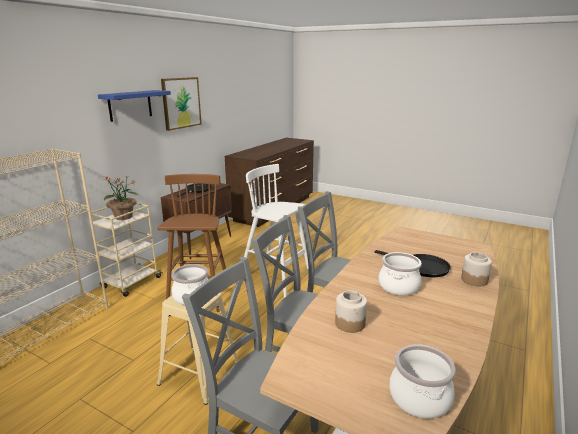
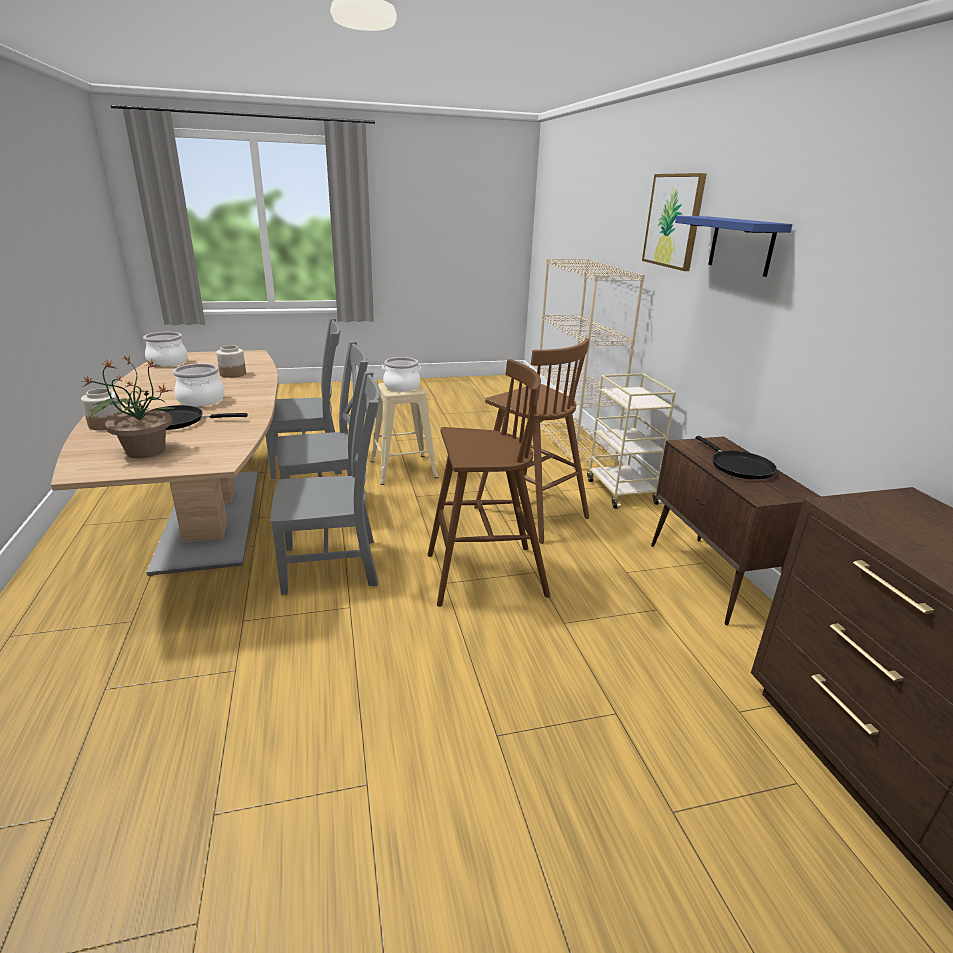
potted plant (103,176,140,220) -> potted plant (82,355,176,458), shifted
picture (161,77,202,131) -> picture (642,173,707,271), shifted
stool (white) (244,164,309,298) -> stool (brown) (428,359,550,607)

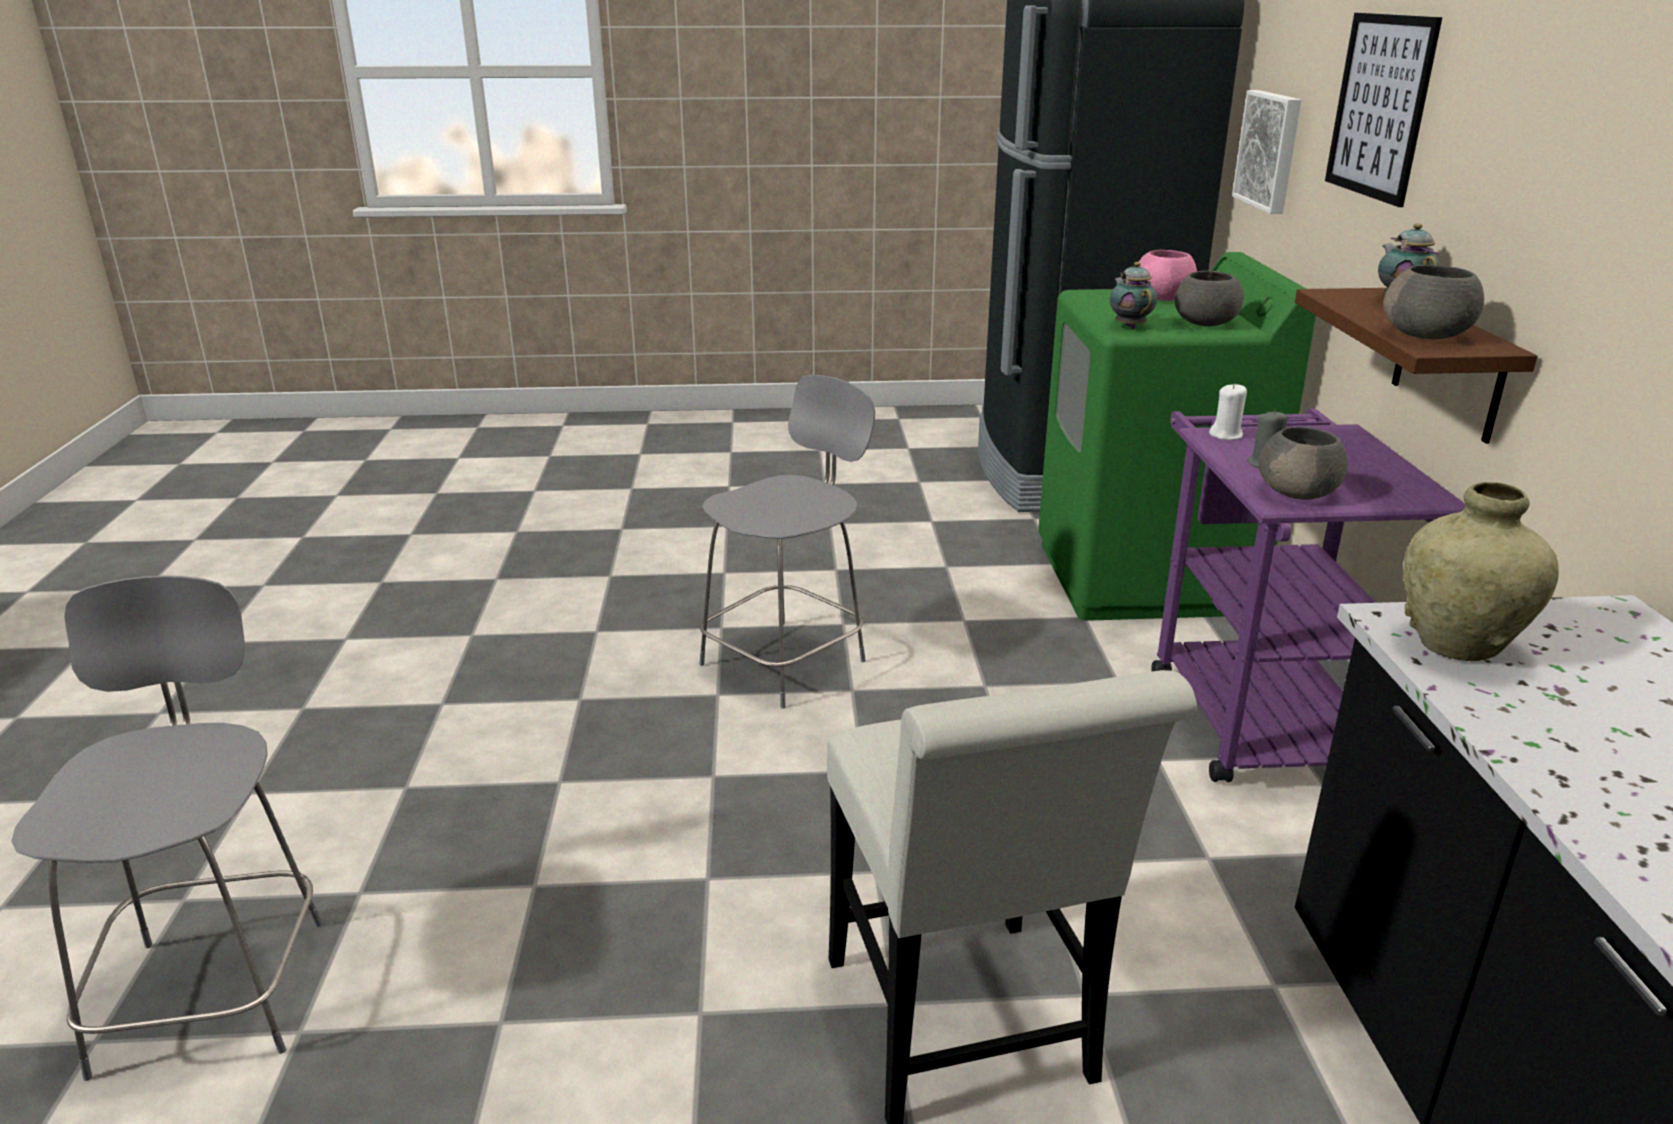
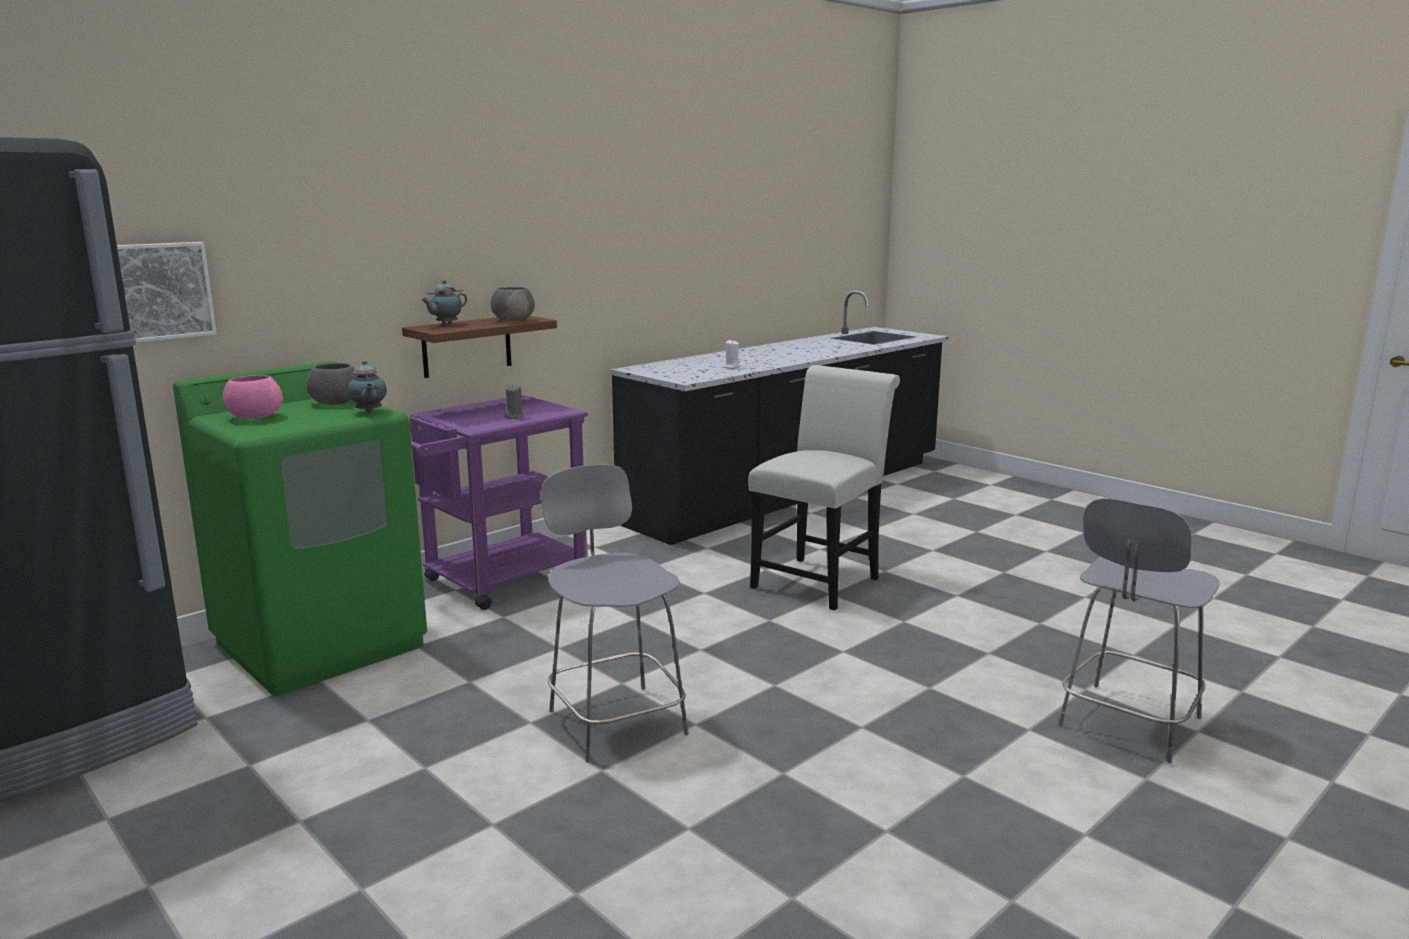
chair (grey) (699,375,875,709) -> chair (grey) (541,464,689,762), 60 degrees clockwise
teapot (1110,262,1157,329) -> teapot (348,360,387,413), 60 degrees counterclockwise
candle (white) (1209,383,1247,440) -> candle (white) (723,340,741,369), shifted
bowl (grey) (1258,427,1348,500) -> none
picture (1325,13,1442,207) -> none
vase (beige) (1403,482,1559,661) -> none

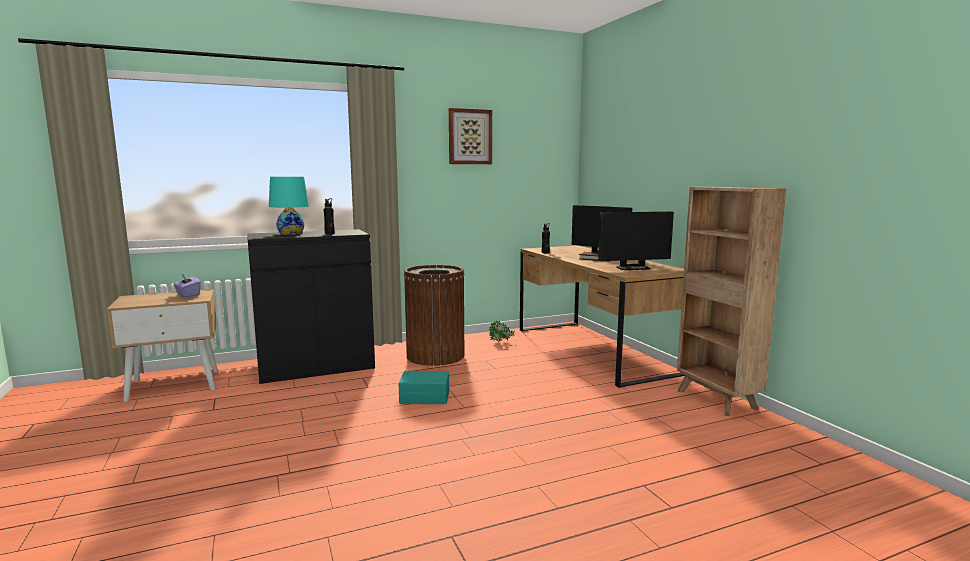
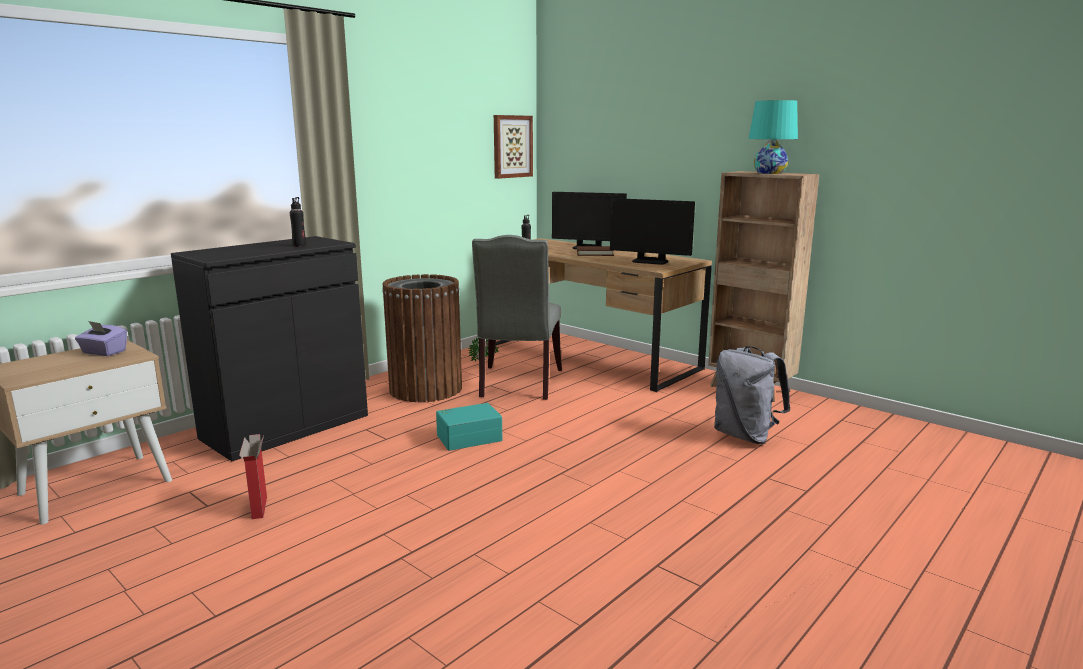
table lamp (turquoise) (269,177,309,235) -> table lamp (turquoise) (749,100,798,174), shifted
picture (449,108,492,164) -> picture (494,115,533,179), shifted
monitor (598,211,674,270) -> monitor (610,198,695,265), 60 degrees clockwise
none -> cardboard box (239,434,267,519)
none -> chair (grey) (472,235,562,400)
none -> backpack (grey) (714,346,790,444)

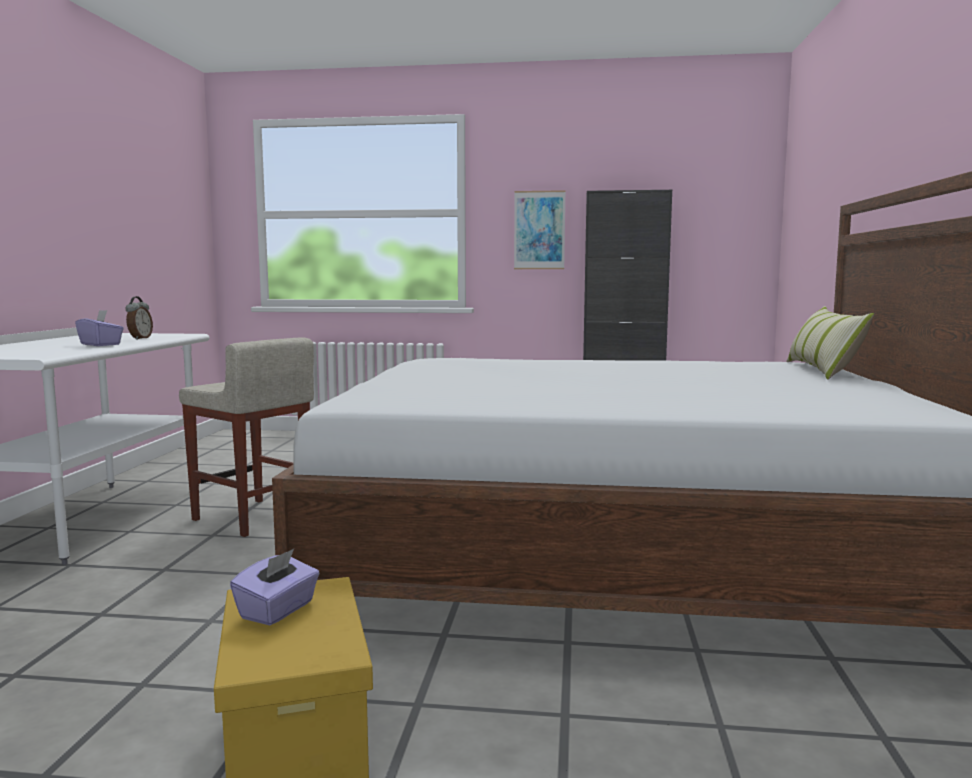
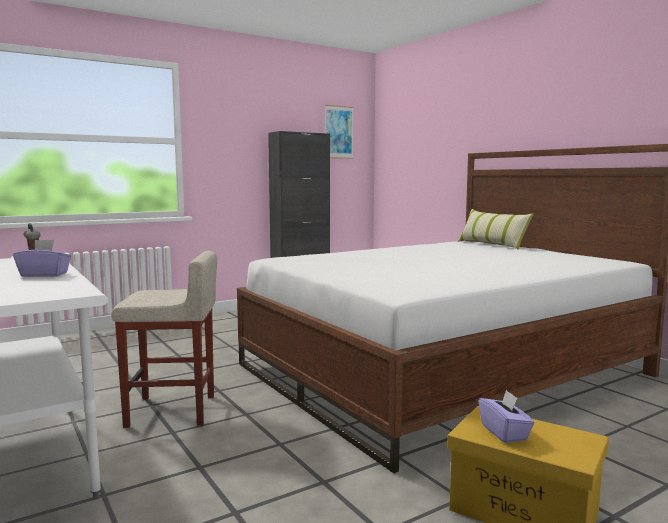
picture (514,190,565,269) -> picture (325,105,354,159), shifted

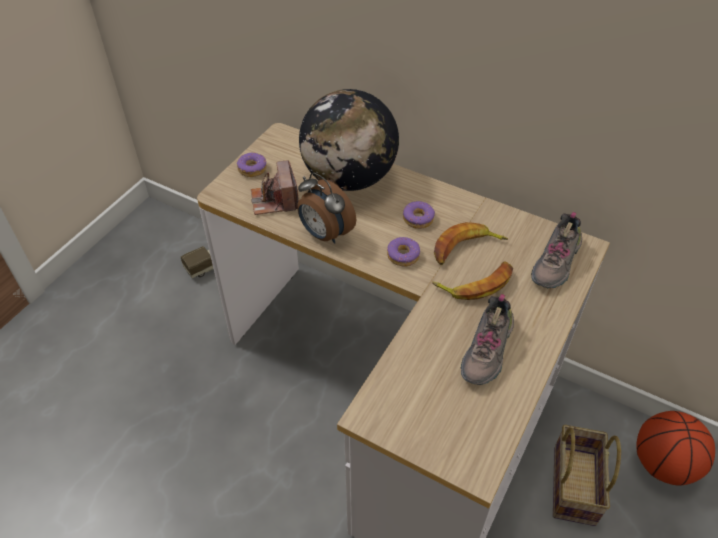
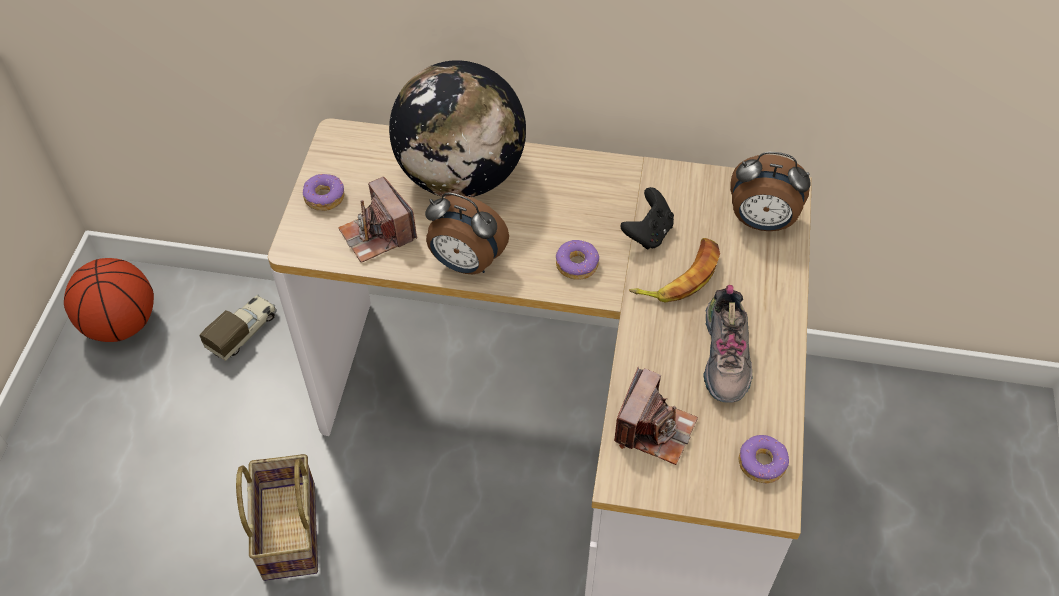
donut (403,201,435,229) -> donut (739,435,789,483), shifted
banana (434,222,508,265) -> game controller (black) (620,187,674,250)
shoe (531,212,582,289) -> alarm clock (730,152,811,231)
basket (553,425,621,526) -> basket (236,454,318,581), shifted
basketball (637,411,715,486) -> basketball (64,258,154,342), shifted
none -> photo camera (614,367,698,465)

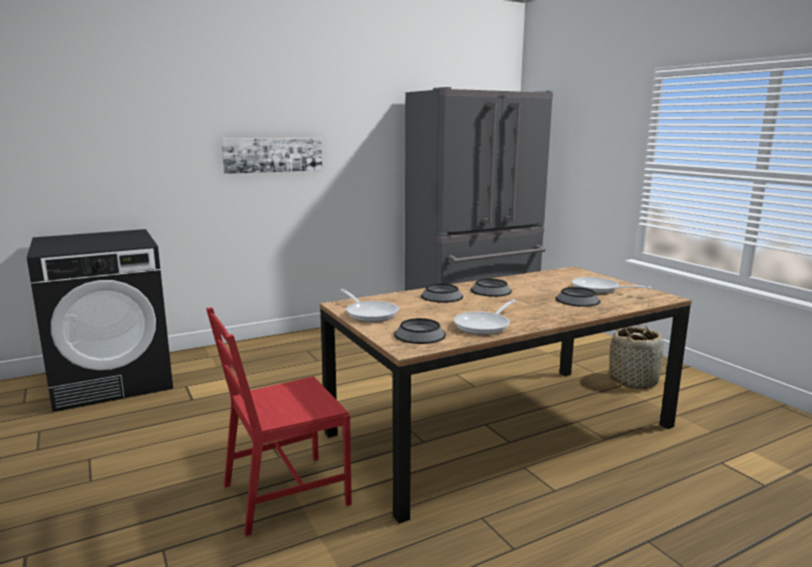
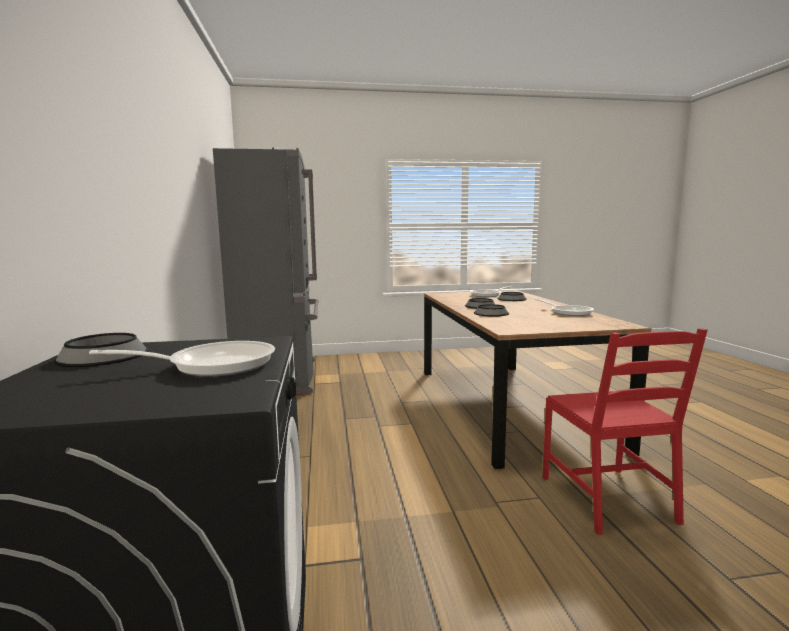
picture (221,137,322,174) -> none
frying pan (341,289,399,322) -> frying pan (89,341,275,377), shifted
bowl (394,318,446,344) -> bowl (54,333,149,367), shifted
basket (609,324,663,389) -> none

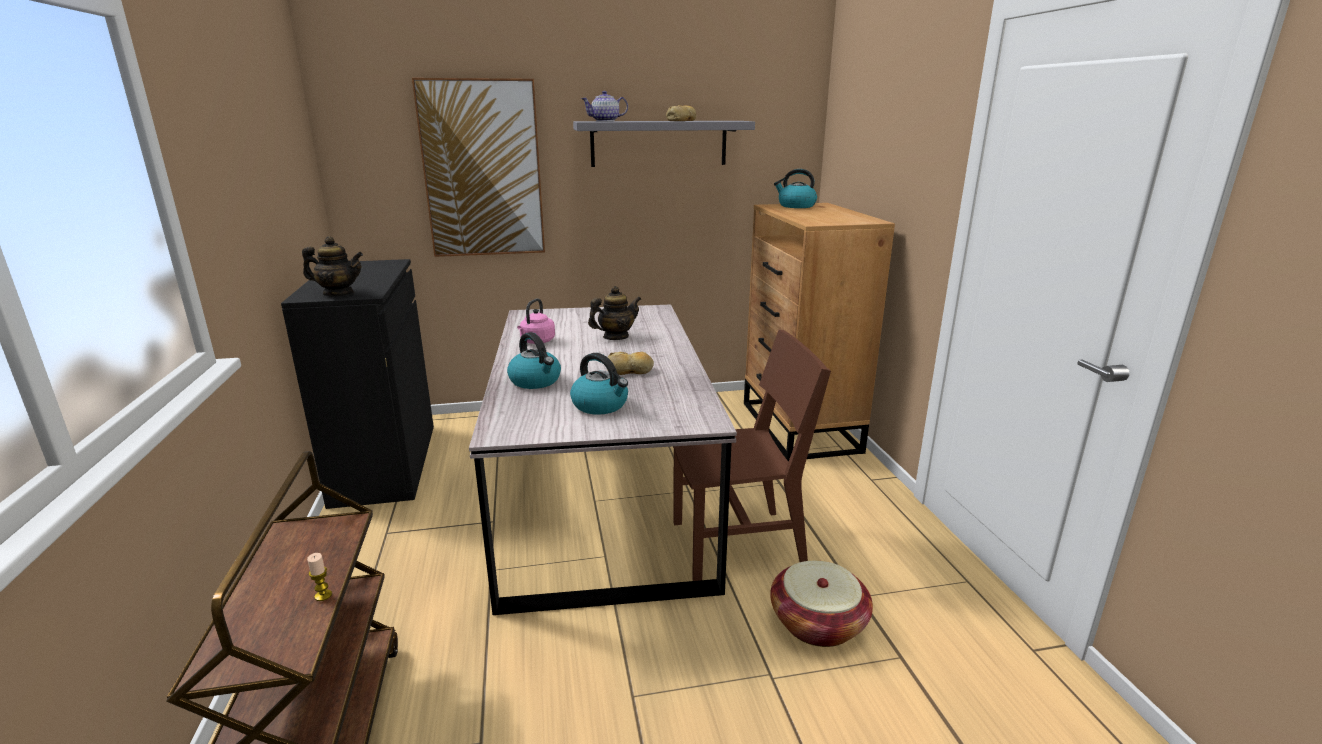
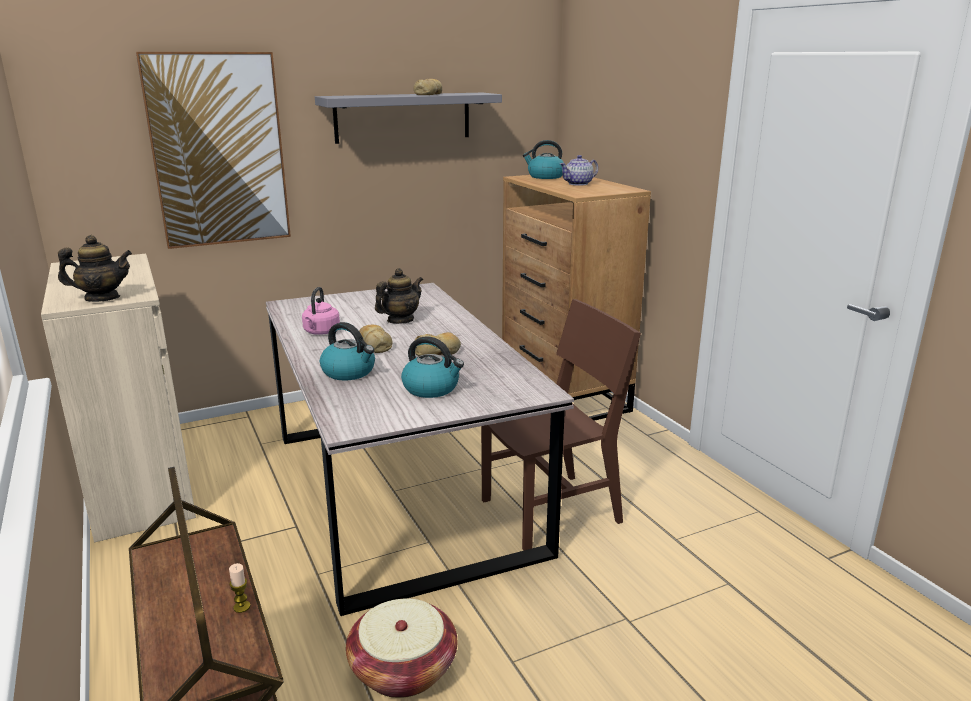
cabinet (black) (281,259,434,509) -> cabinet (beige) (41,254,196,542)
teapot (581,91,628,121) -> teapot (560,155,598,186), shifted
basket (770,561,873,647) -> basket (346,598,457,698), shifted
none -> bread (359,325,392,353)

